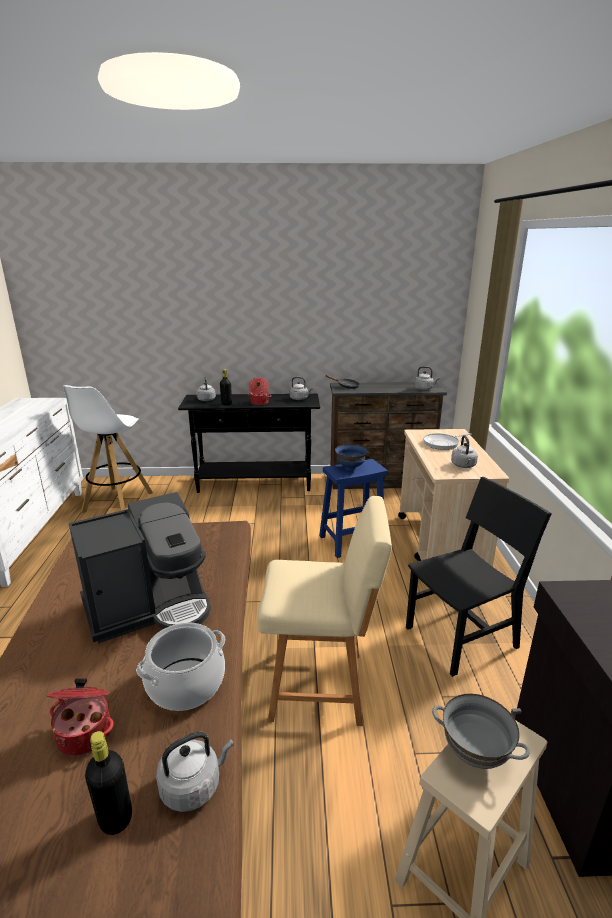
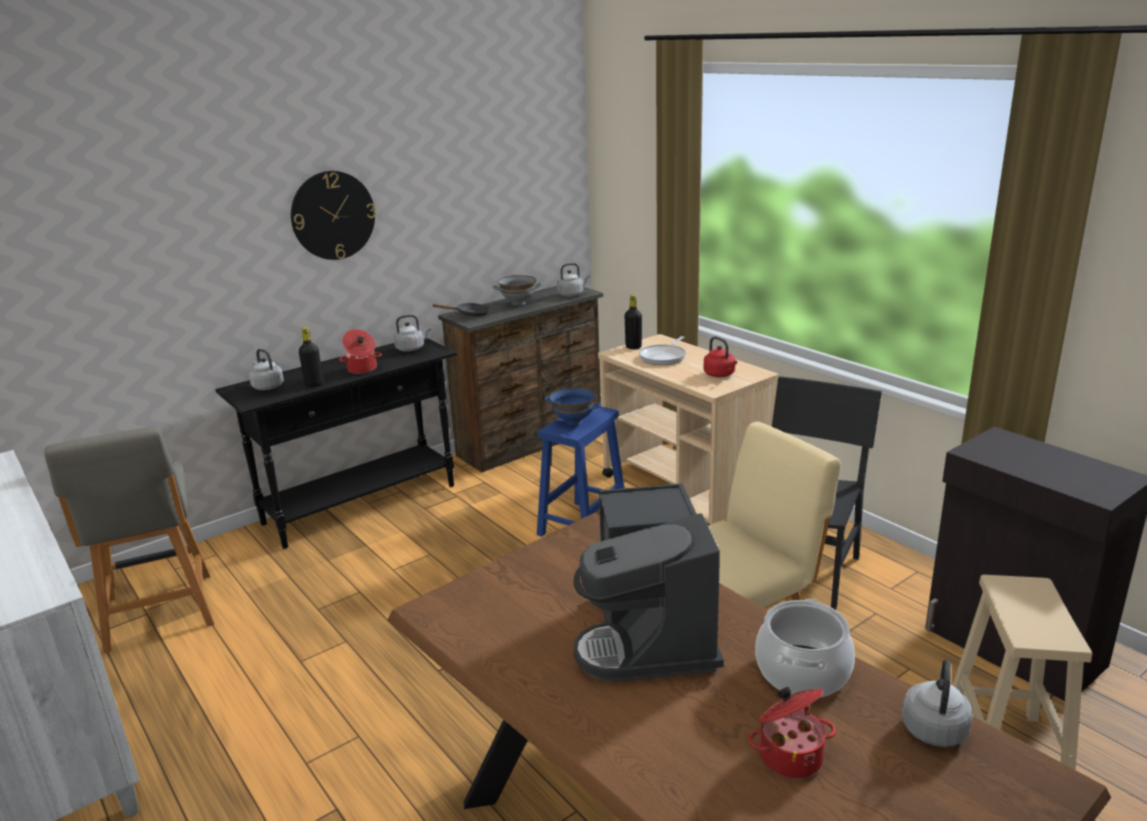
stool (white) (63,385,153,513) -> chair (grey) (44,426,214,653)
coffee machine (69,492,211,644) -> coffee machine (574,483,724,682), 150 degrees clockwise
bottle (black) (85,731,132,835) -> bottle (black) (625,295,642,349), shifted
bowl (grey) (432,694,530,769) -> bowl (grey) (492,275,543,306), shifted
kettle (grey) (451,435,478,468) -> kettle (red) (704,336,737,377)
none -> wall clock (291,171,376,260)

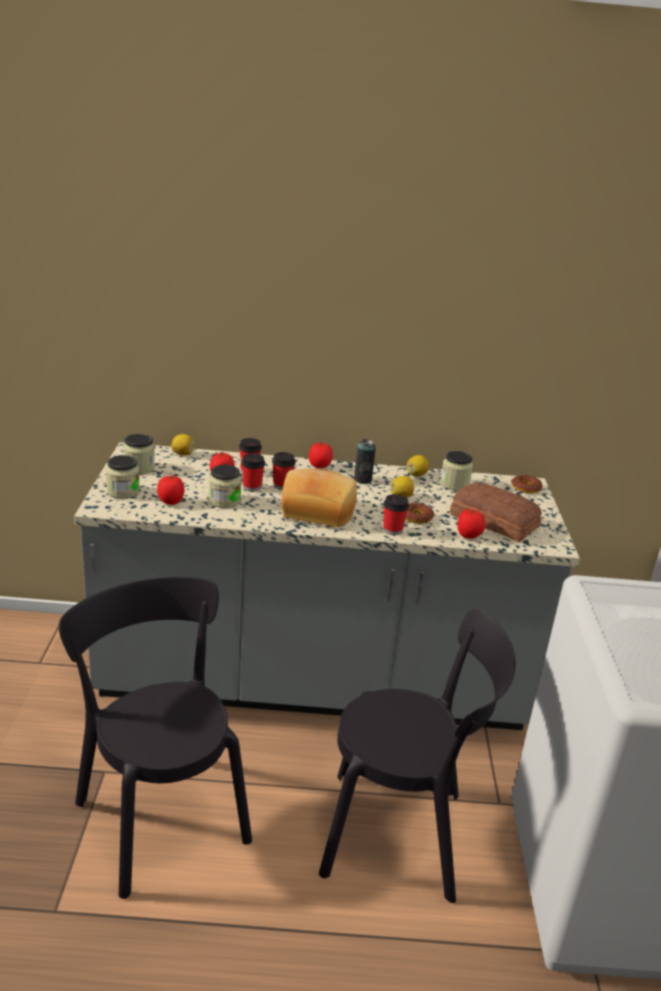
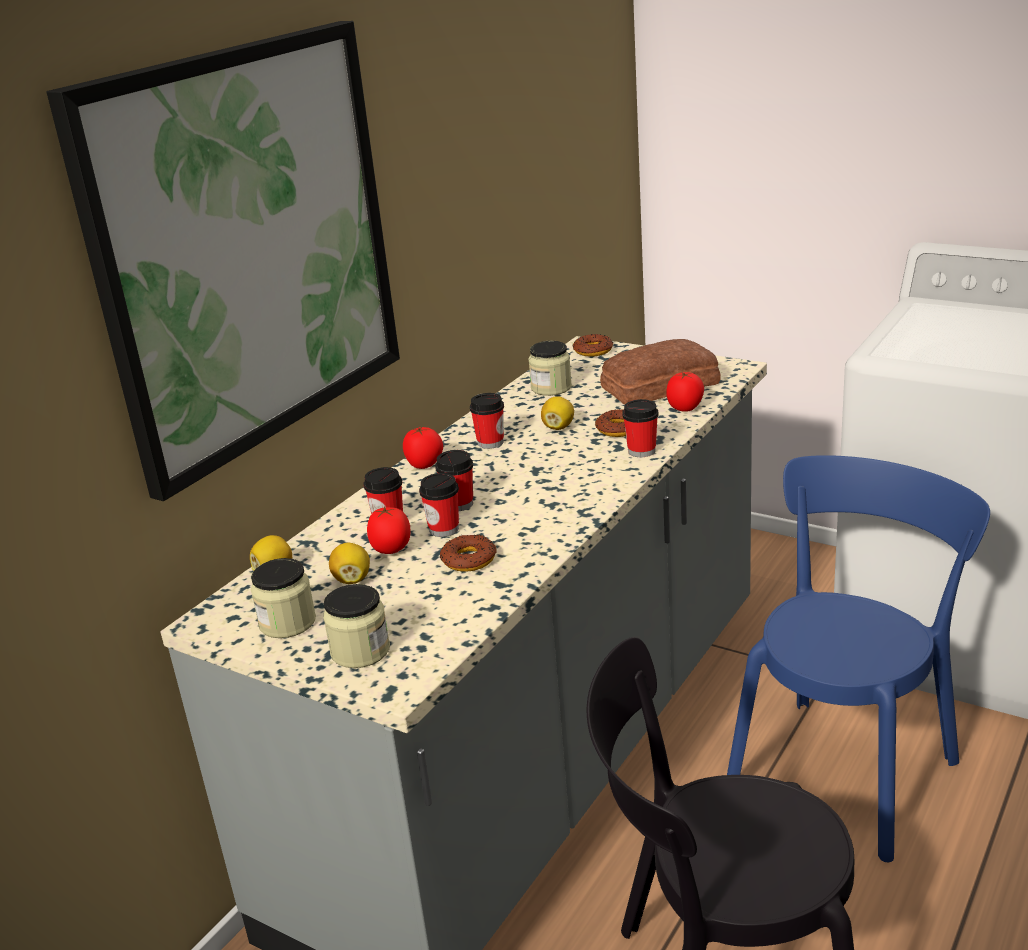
tomato (157,475,184,505) -> none
jar (209,465,242,508) -> donut (440,535,496,572)
bread (282,469,357,527) -> none
chair (black) (319,607,516,903) -> chair (blue) (727,455,990,863)
can (354,439,376,484) -> cup (470,393,504,449)
lemon (406,455,430,477) -> lemon (329,543,370,584), shifted
none -> picture (47,21,400,501)

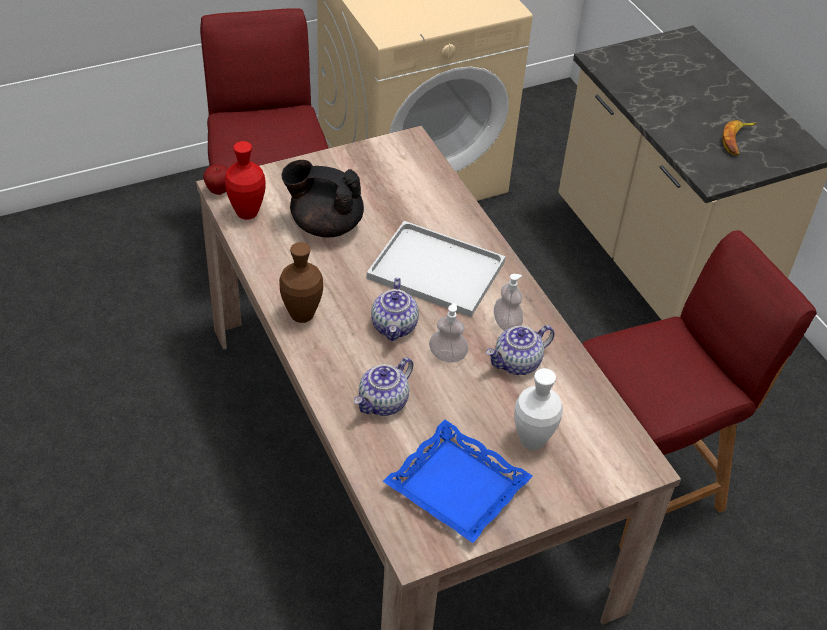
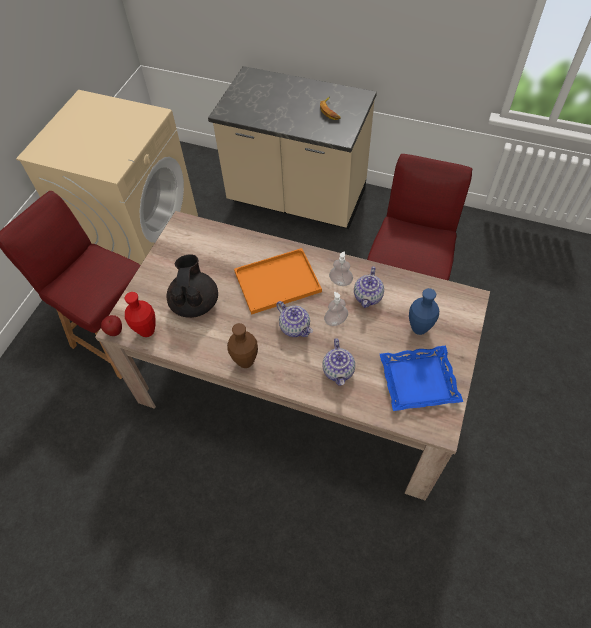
teapot (black) (281,160,364,237) -> teapot (black) (166,254,218,318), 120 degrees clockwise
tray (white) (367,221,505,317) -> tray (orange) (234,248,322,315)
vase (white) (514,368,563,450) -> vase (blue) (409,288,439,335)

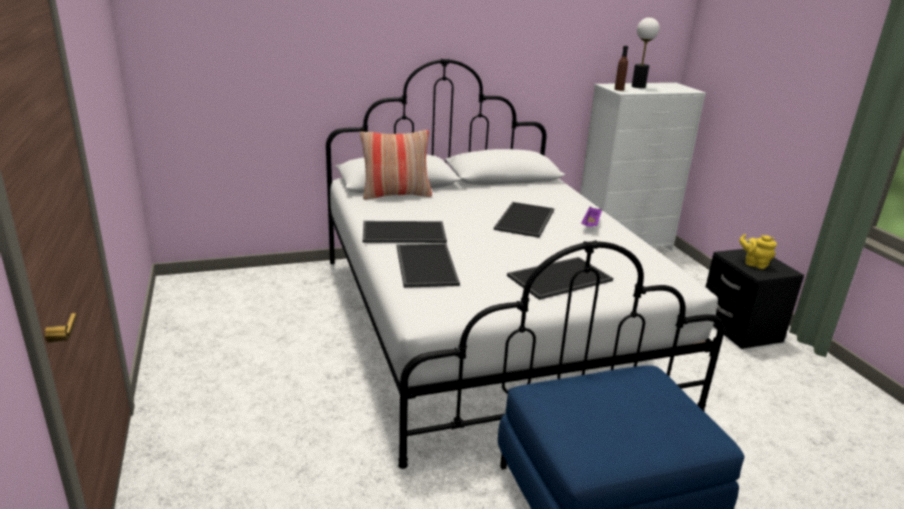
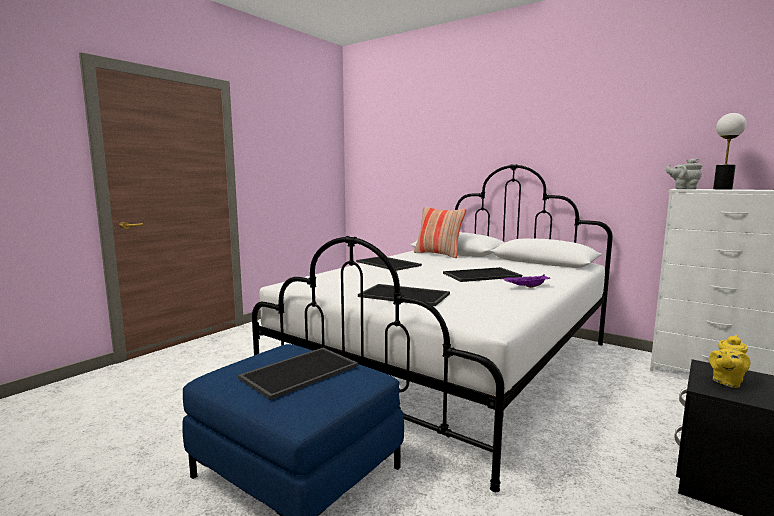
tray (397,244,460,288) -> tray (238,348,358,400), shifted
bottle (brown) (614,46,628,91) -> teapot (grey) (666,158,702,189)
teapot (yellow) (739,234,777,269) -> teapot (yellow) (709,335,750,388), 135 degrees counterclockwise

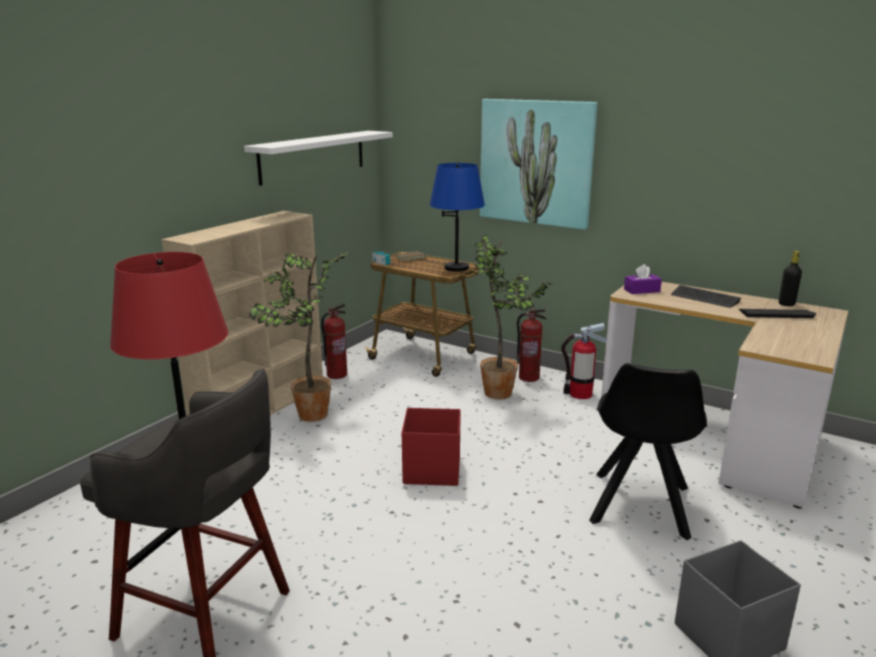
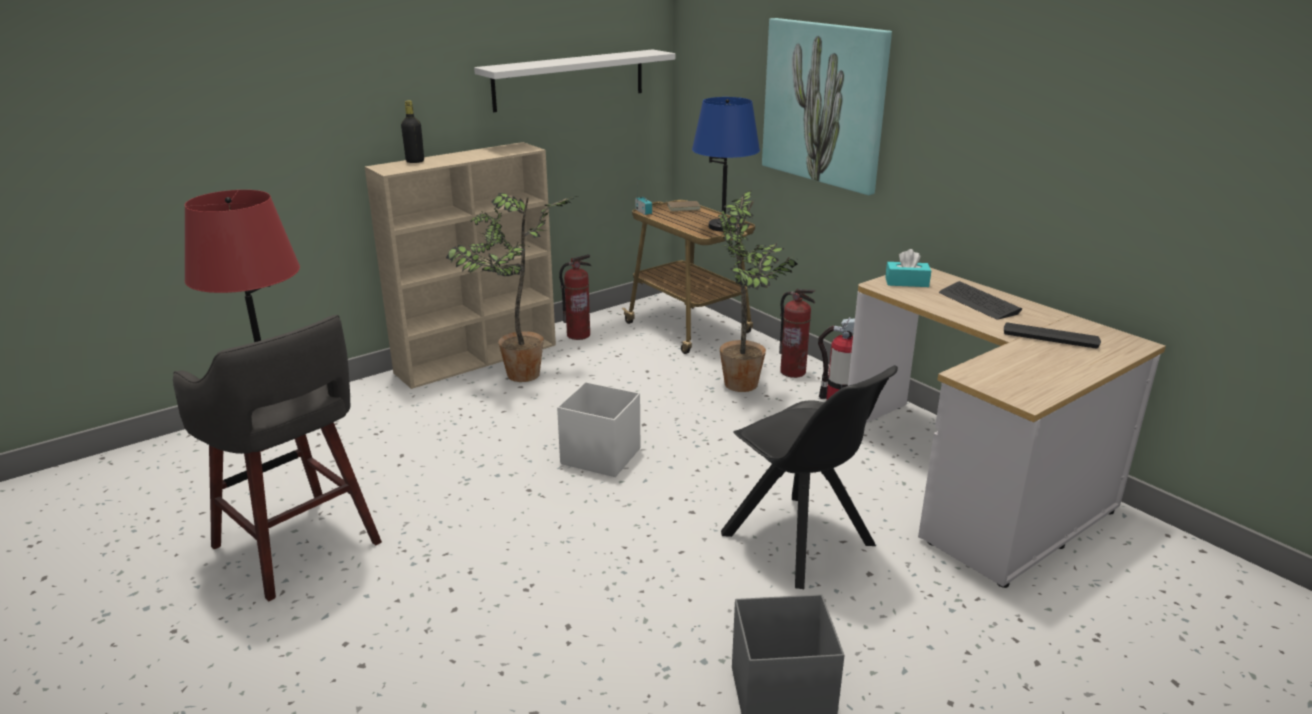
storage box (red) (402,408,461,486) -> storage box (white) (557,382,640,477)
chair (black) (589,363,707,540) -> chair (black) (721,365,898,589), 75 degrees counterclockwise
tissue box (purple) (624,264,662,294) -> tissue box (turquoise) (885,249,931,287)
bottle (black) (779,251,802,306) -> bottle (black) (401,100,424,163), shifted

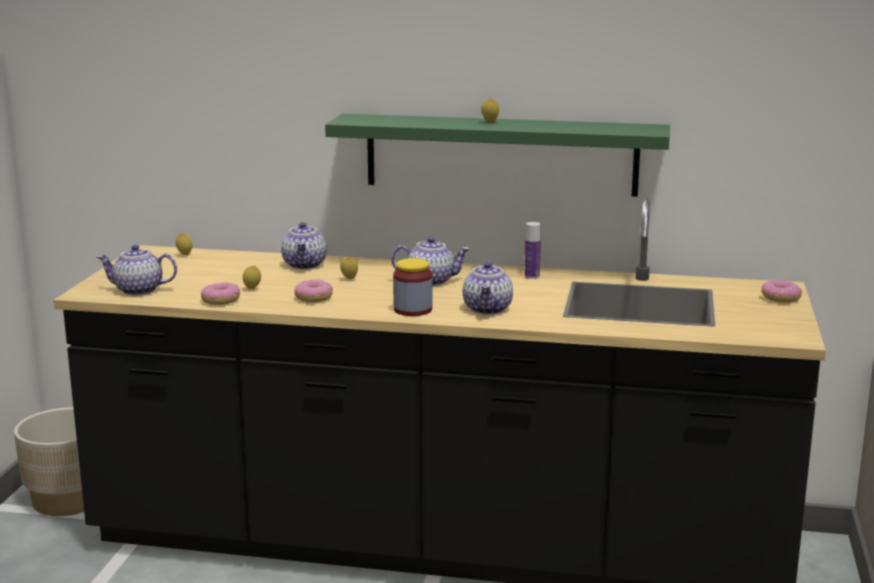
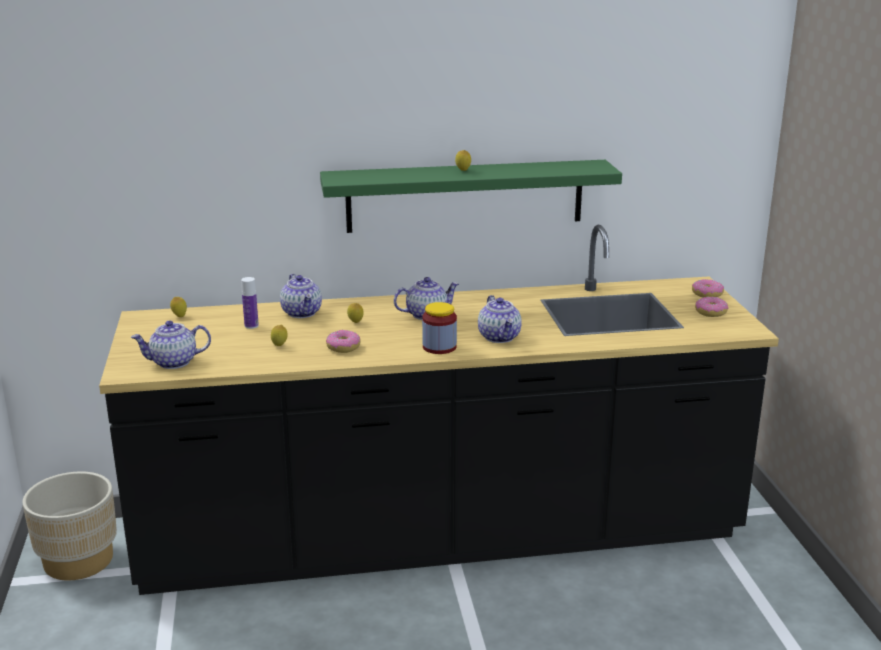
donut (201,282,240,305) -> donut (695,296,728,317), shifted
bottle (525,222,541,279) -> bottle (241,277,259,329), shifted

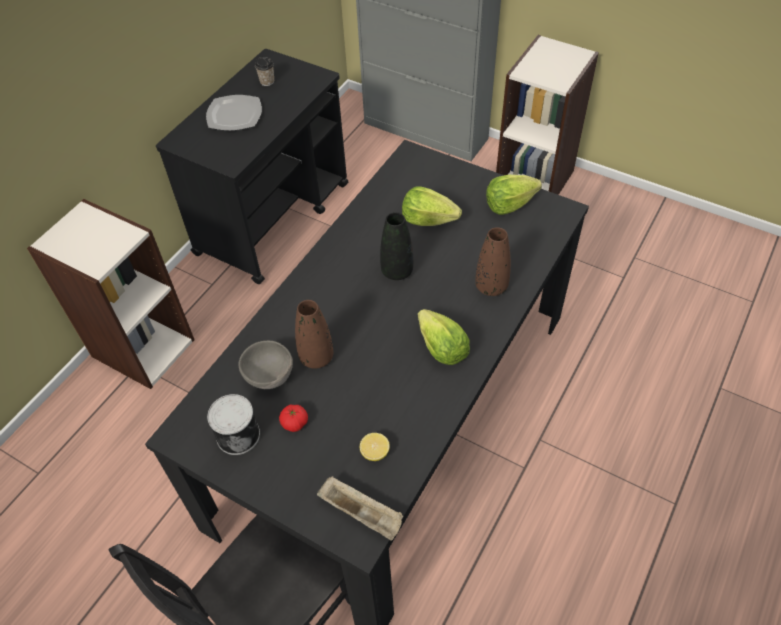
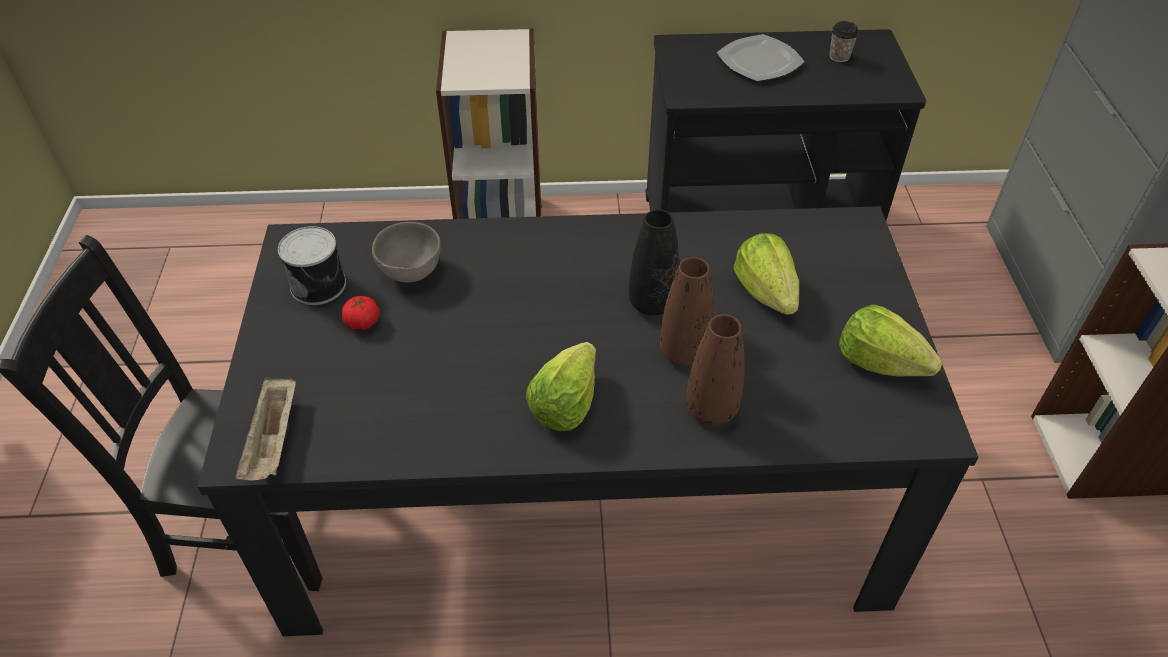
vase (brown) (295,300,333,368) -> vase (brown) (660,257,714,365), shifted
lemon (360,433,390,461) -> none

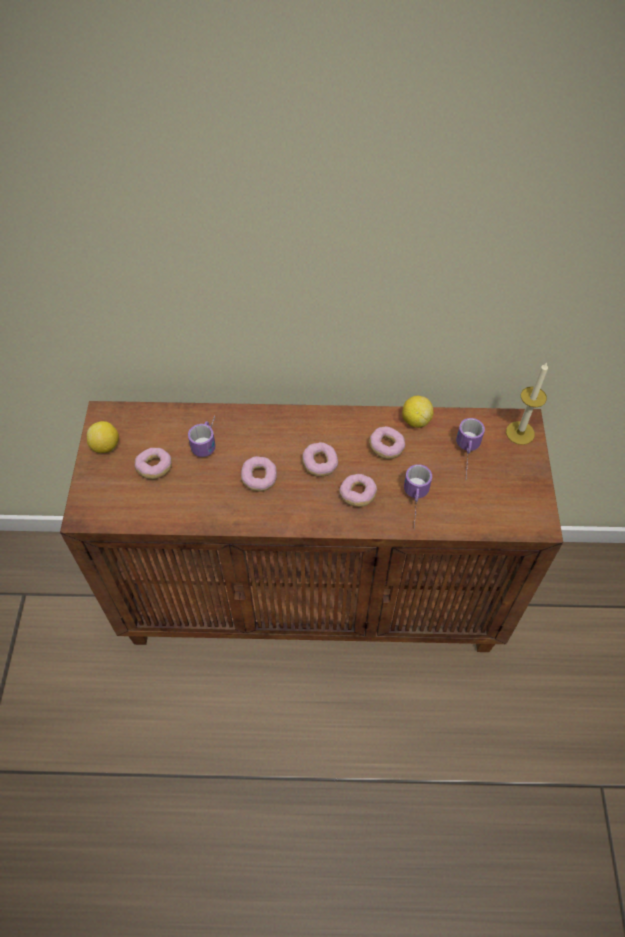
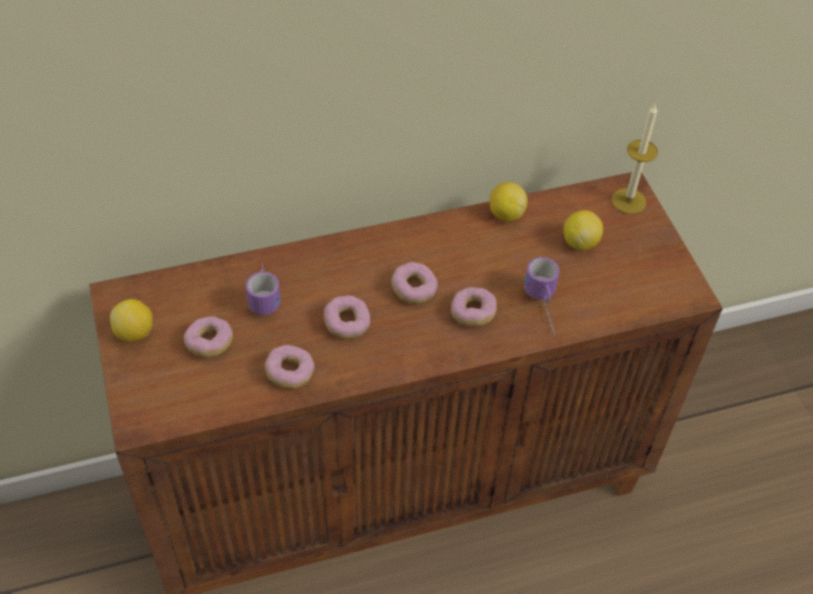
donut (369,426,405,459) -> donut (265,345,315,389), shifted
mug (456,418,485,478) -> lemon (563,210,603,250)

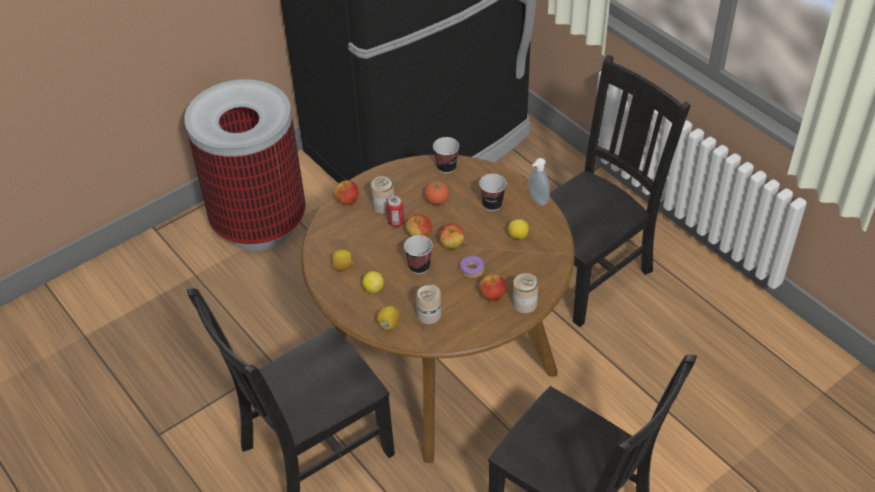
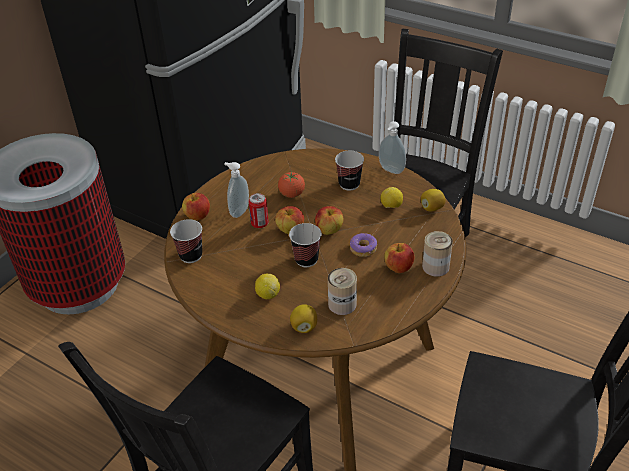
lemon (332,249,354,271) -> lemon (421,189,446,211), shifted
can (371,176,394,214) -> soap dispenser (224,162,249,218)
cup (433,137,459,173) -> cup (170,219,202,263), shifted

